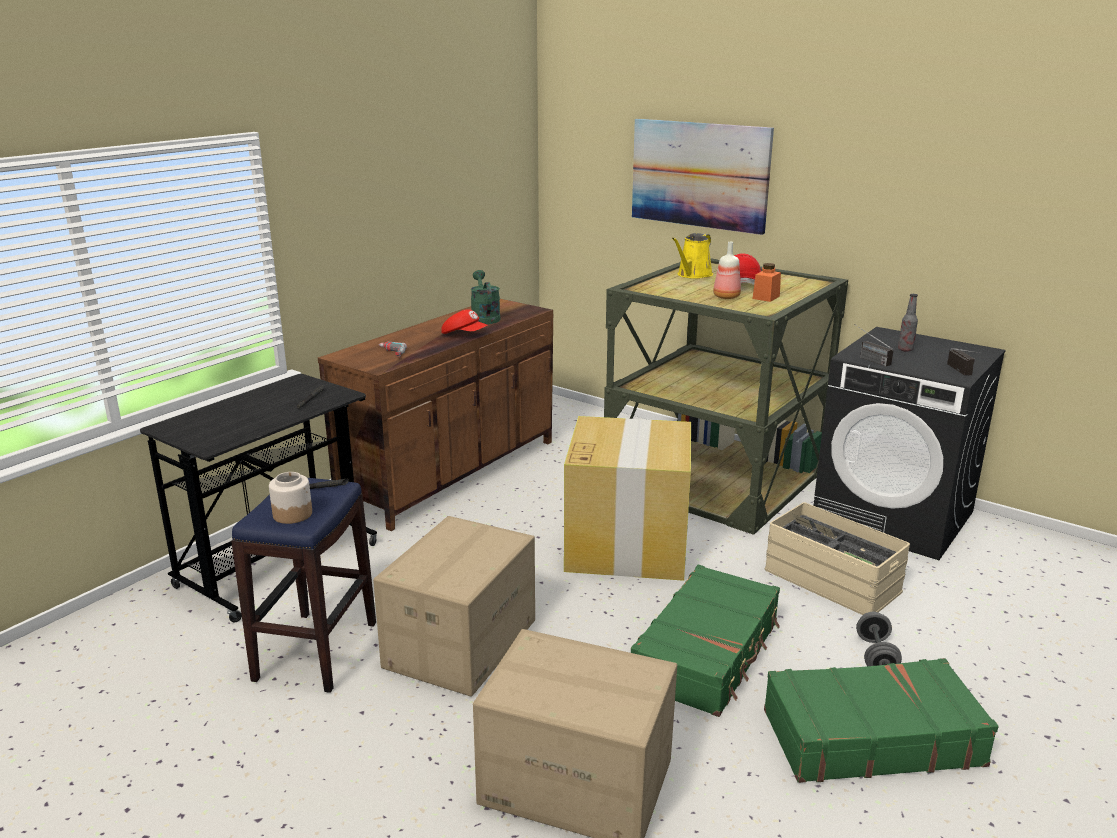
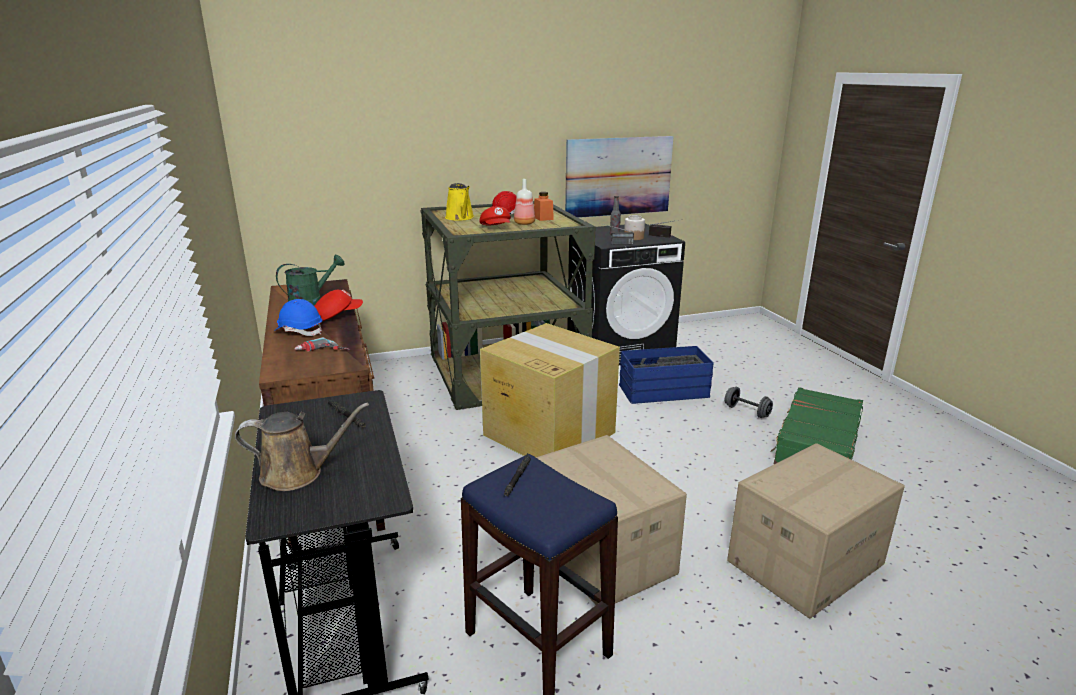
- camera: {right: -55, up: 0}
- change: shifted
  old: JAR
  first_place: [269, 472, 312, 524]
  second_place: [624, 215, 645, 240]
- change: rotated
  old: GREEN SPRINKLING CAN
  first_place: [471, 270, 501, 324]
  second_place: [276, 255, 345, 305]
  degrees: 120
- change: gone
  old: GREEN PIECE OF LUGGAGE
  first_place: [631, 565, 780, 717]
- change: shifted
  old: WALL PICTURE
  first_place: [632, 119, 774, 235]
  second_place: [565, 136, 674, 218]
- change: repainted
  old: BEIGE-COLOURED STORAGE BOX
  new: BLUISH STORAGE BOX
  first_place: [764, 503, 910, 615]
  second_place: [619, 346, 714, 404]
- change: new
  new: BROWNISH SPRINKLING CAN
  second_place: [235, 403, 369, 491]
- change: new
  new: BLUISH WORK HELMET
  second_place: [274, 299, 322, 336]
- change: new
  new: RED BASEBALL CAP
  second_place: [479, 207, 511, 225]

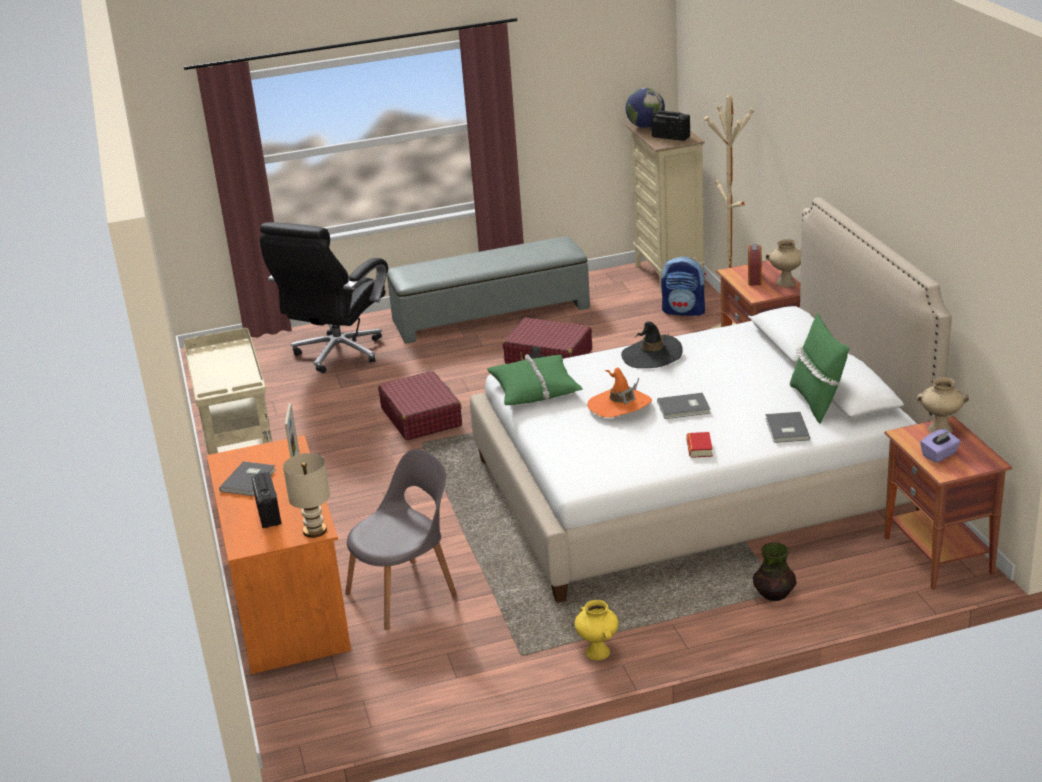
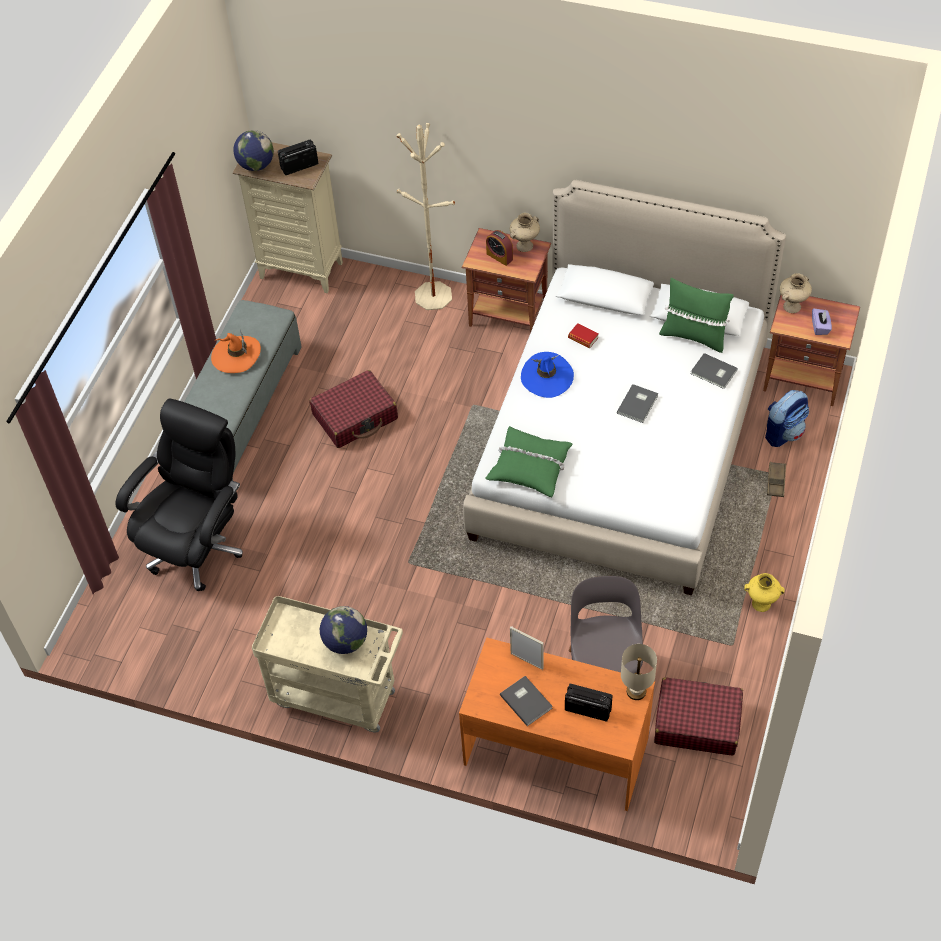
- camera: {right: -55, up: 25}
- change: rotated
  old: BLACKISH COMPUTER CHAIR
  first_place: [260, 222, 388, 373]
  second_place: [115, 399, 243, 591]
  degrees: -120
- change: shifted
  old: RED PIECE OF LUGGAGE
  first_place: [378, 371, 462, 440]
  second_place: [654, 677, 743, 756]
- change: shifted
  old: ORANGE WEARABLE HAT
  first_place: [587, 367, 652, 418]
  second_place: [211, 330, 261, 373]
- change: repainted
  old: BLACKISH WEARABLE HAT
  new: BLUISH WEARABLE HAT
  first_place: [621, 321, 683, 368]
  second_place: [521, 352, 574, 398]
- change: shifted
  old: RUCKSACK
  first_place: [661, 256, 706, 316]
  second_place: [765, 390, 809, 447]
- change: shifted
  old: VOLUME
  first_place: [686, 432, 713, 458]
  second_place: [568, 323, 599, 348]
- change: swapped
  old: DECORATIVE VASE
  new: BROWNISH CARRYING TRAY
  first_place: [753, 542, 796, 601]
  second_place: [767, 462, 786, 497]
- change: new
  new: GLOBE
  second_place: [320, 606, 367, 654]

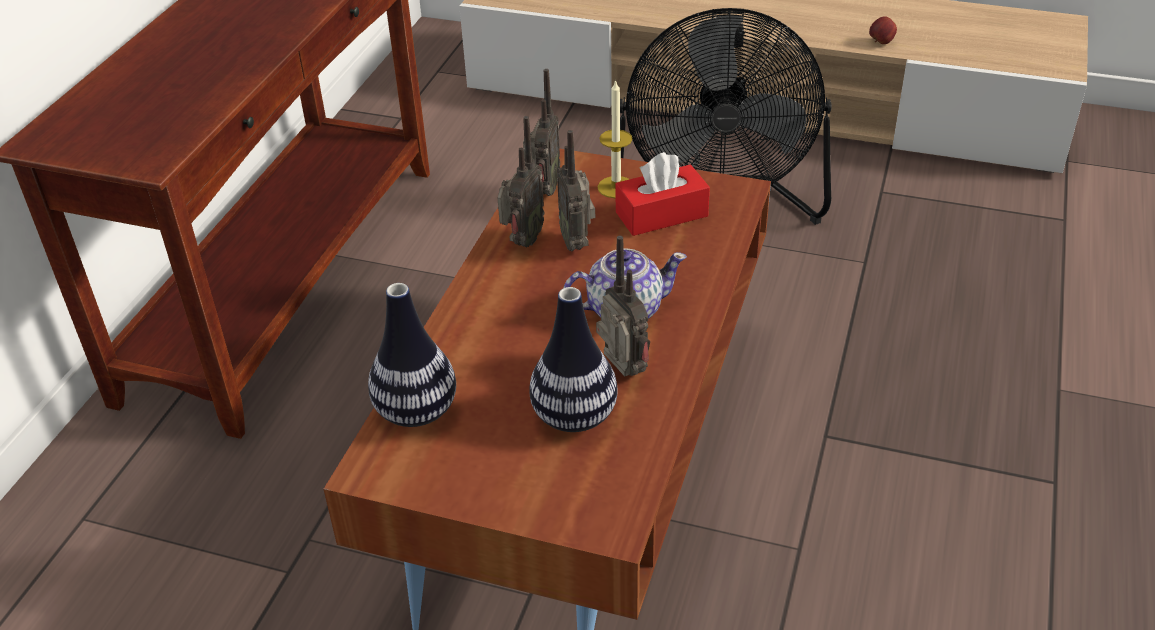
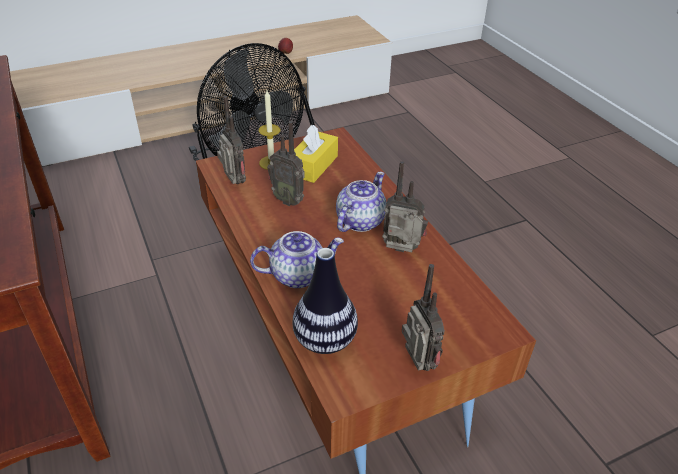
- camera: {right: -45, up: 0}
- change: shifted
  old: RADIO SET
  first_place: [498, 116, 544, 247]
  second_place: [402, 264, 445, 371]
- change: gone
  old: DECORATIVE VASE
  first_place: [529, 287, 617, 432]
- change: repainted
  old: RED TISSUE HOLDER
  new: YELLOWISH TISSUE HOLDER
  first_place: [615, 152, 710, 236]
  second_place: [294, 125, 338, 183]
- change: new
  new: TEAPOT
  second_place: [250, 231, 344, 288]

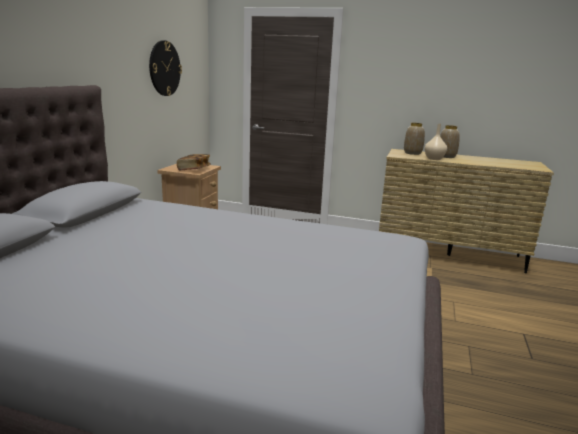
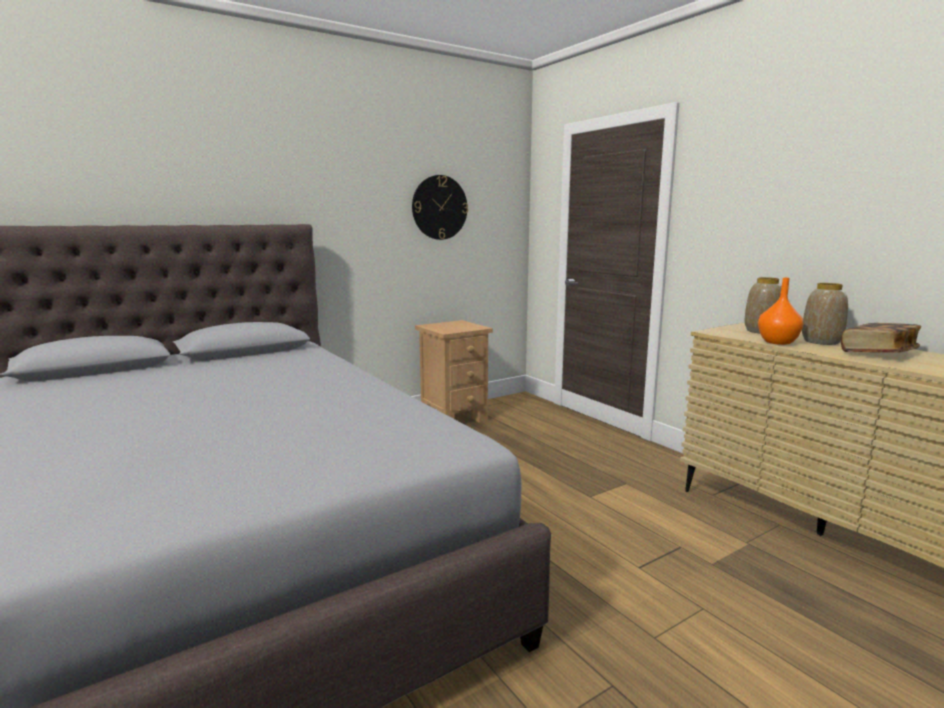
- camera: {right: 40, up: -5}
- change: shifted
  old: VOLUME
  first_place: [177, 154, 211, 170]
  second_place: [841, 323, 921, 353]
- change: repainted
  old: BEIGE-COLOURED DECORATIVE VASE
  new: ORANGE DECORATIVE VASE
  first_place: [425, 124, 447, 160]
  second_place: [758, 277, 803, 345]

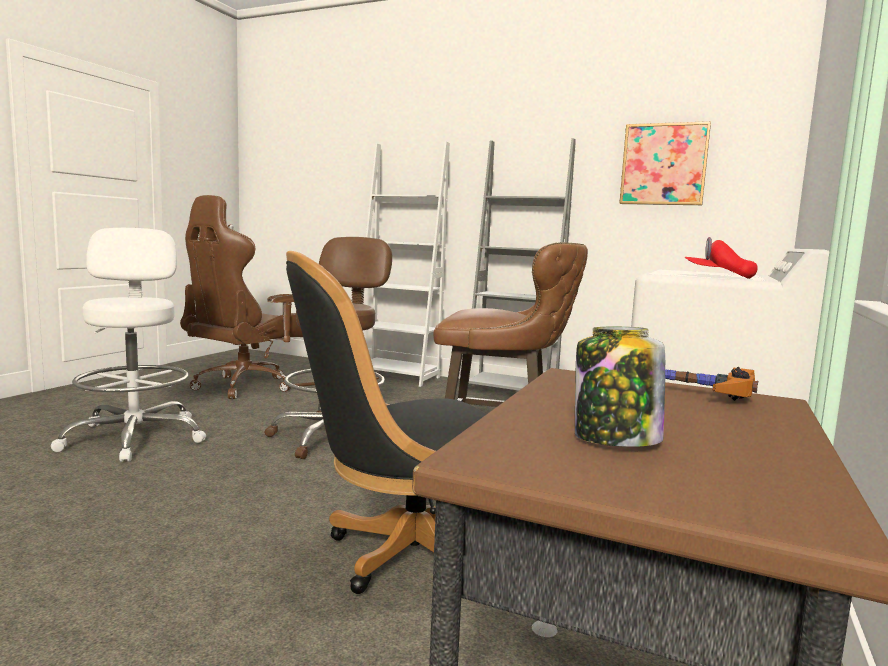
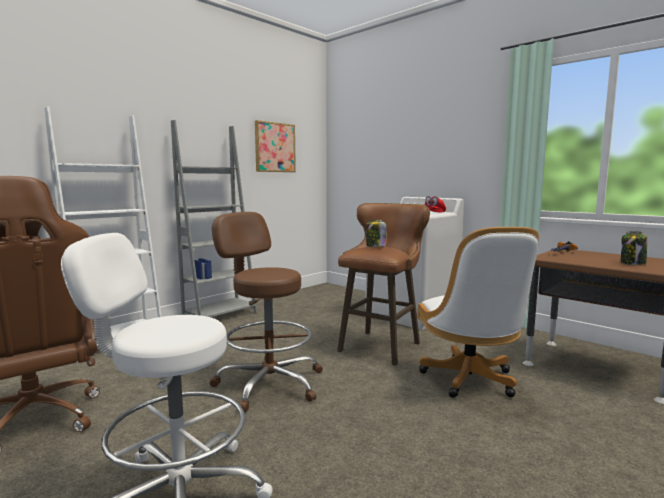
- camera: {right: -70, up: 0}
- change: repainted
  old: BLACKISH COMPUTER CHAIR
  new: WHITE COMPUTER CHAIR
  first_place: [286, 251, 486, 594]
  second_place: [417, 227, 539, 398]
- change: new
  new: JAR
  second_place: [366, 220, 387, 247]

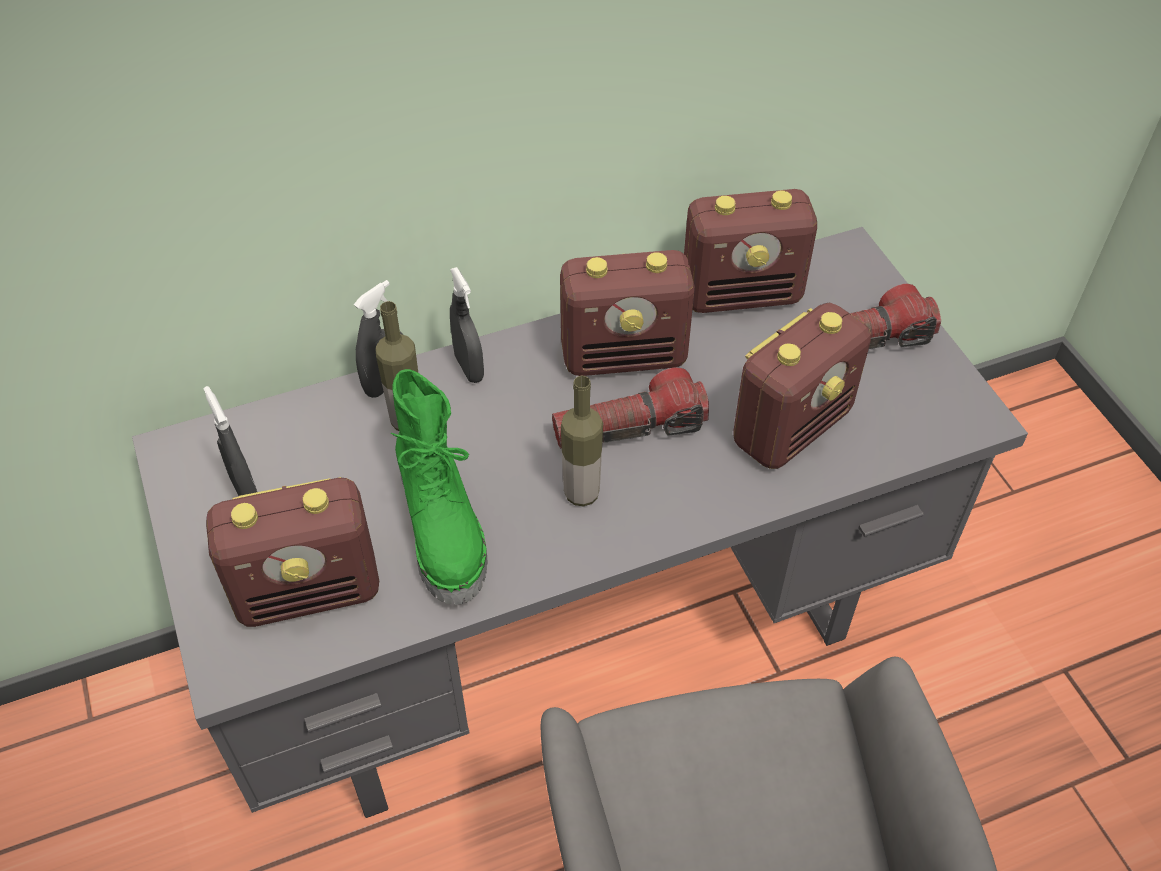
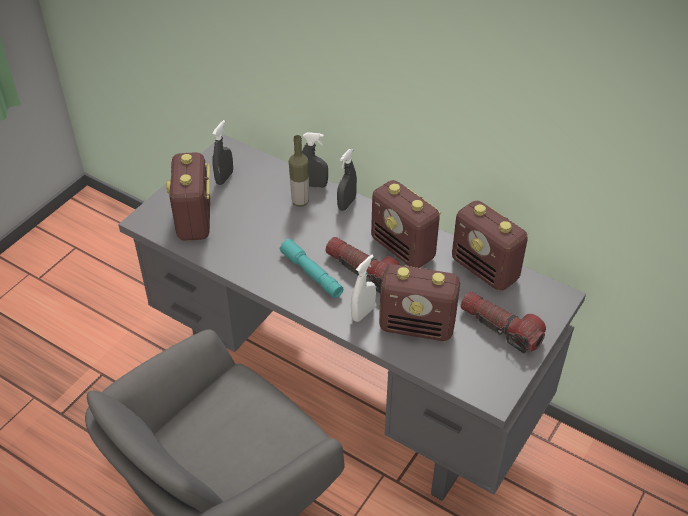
- camera: {right: 55, up: -5}
- change: rotated
  old: RADIO SET
  first_place: [206, 477, 379, 627]
  second_place: [166, 152, 210, 241]
  degrees: 45
- change: gone
  old: GREEN BOOT
  first_place: [391, 369, 487, 605]
- change: swapped
  old: BEVERAGE BOTTLE
  new: BLUE-GREEN HAND TORCH
  first_place: [561, 375, 603, 507]
  second_place: [280, 239, 343, 298]
- change: new
  new: WHITE SPRAY BOTTLE
  second_place: [351, 255, 376, 322]

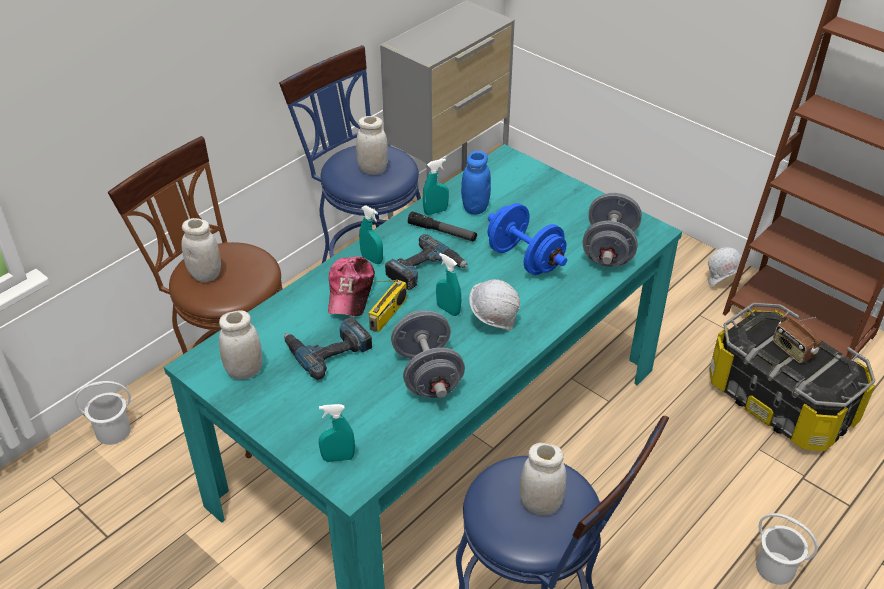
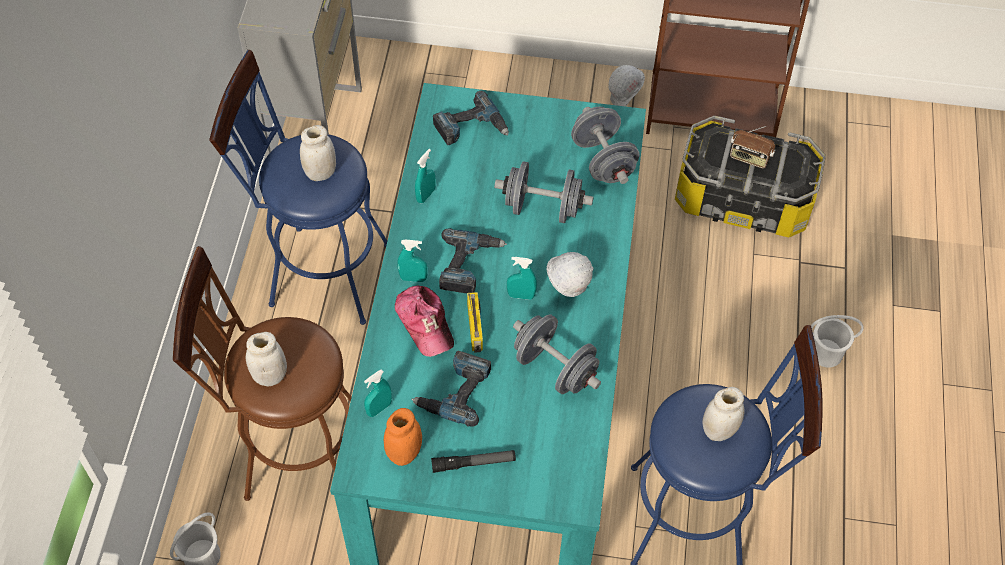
- camera: {right: -35, up: 15}
- change: repainted
  old: WHITE JAR
  new: ORANGE JAR
  first_place: [219, 310, 262, 380]
  second_place: [384, 408, 422, 466]
- change: shifted
  old: BLUE-GREEN SPRAY BOTTLE
  first_place: [319, 404, 355, 462]
  second_place: [364, 369, 392, 417]
- change: shifted
  old: HAND TORCH
  first_place: [408, 211, 477, 242]
  second_place: [431, 450, 516, 473]
- change: gone
  old: BLUISH JAR
  first_place: [461, 151, 491, 215]
- change: repainted
  old: BLUISH HAND WEIGHT
  new: GRAY HAND WEIGHT
  first_place: [488, 203, 567, 275]
  second_place: [494, 161, 593, 223]
- change: new
  new: DRILL
  second_place: [433, 91, 509, 145]

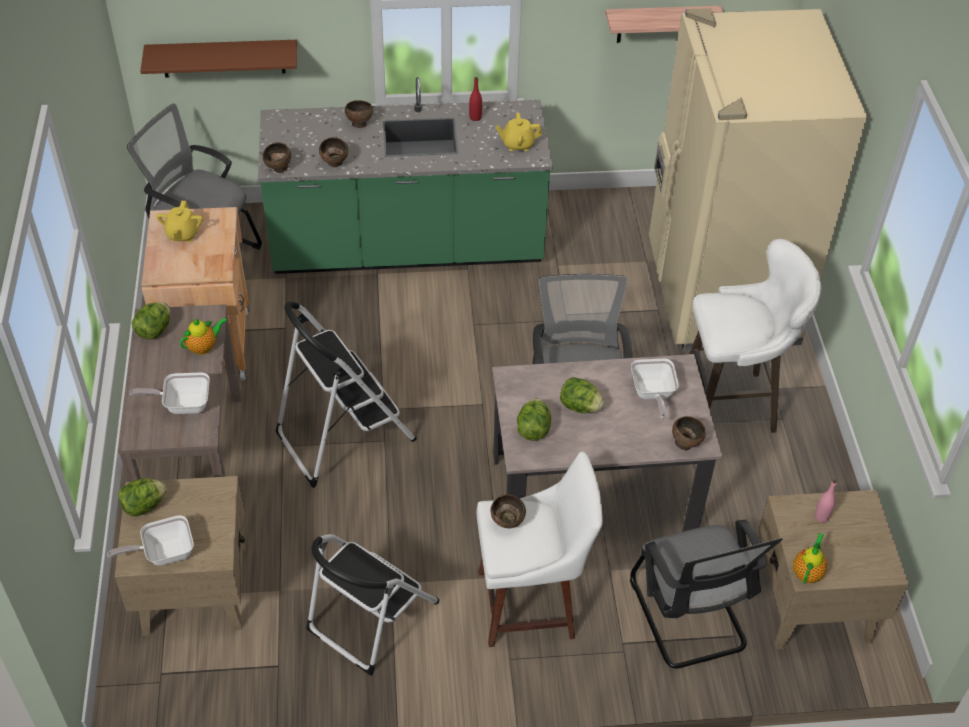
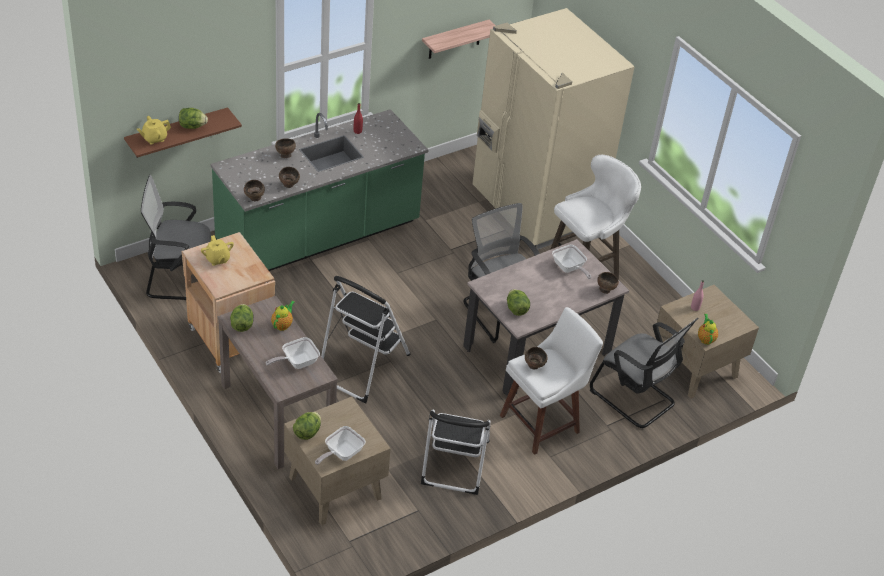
- camera: {right: -30, up: -5}
- change: shifted
  old: YELLOWISH TEAPOT
  first_place: [496, 113, 542, 151]
  second_place: [137, 116, 171, 145]
- change: shifted
  old: LETTUCE HEAD
  first_place: [560, 377, 604, 413]
  second_place: [179, 108, 208, 129]

